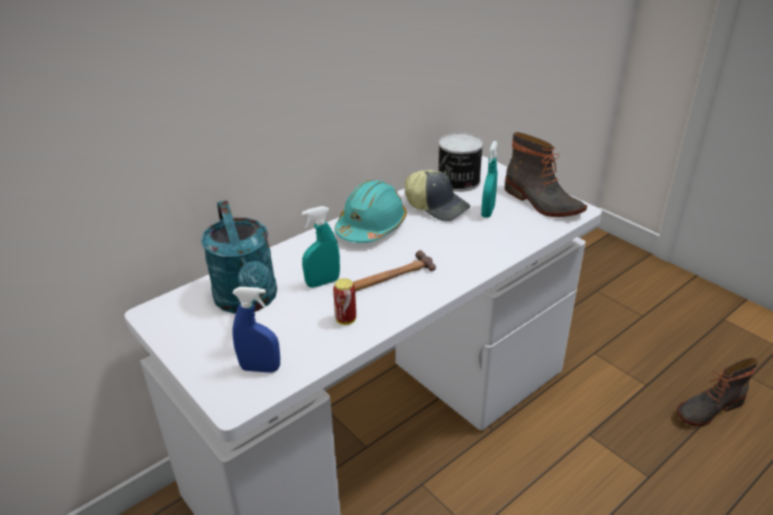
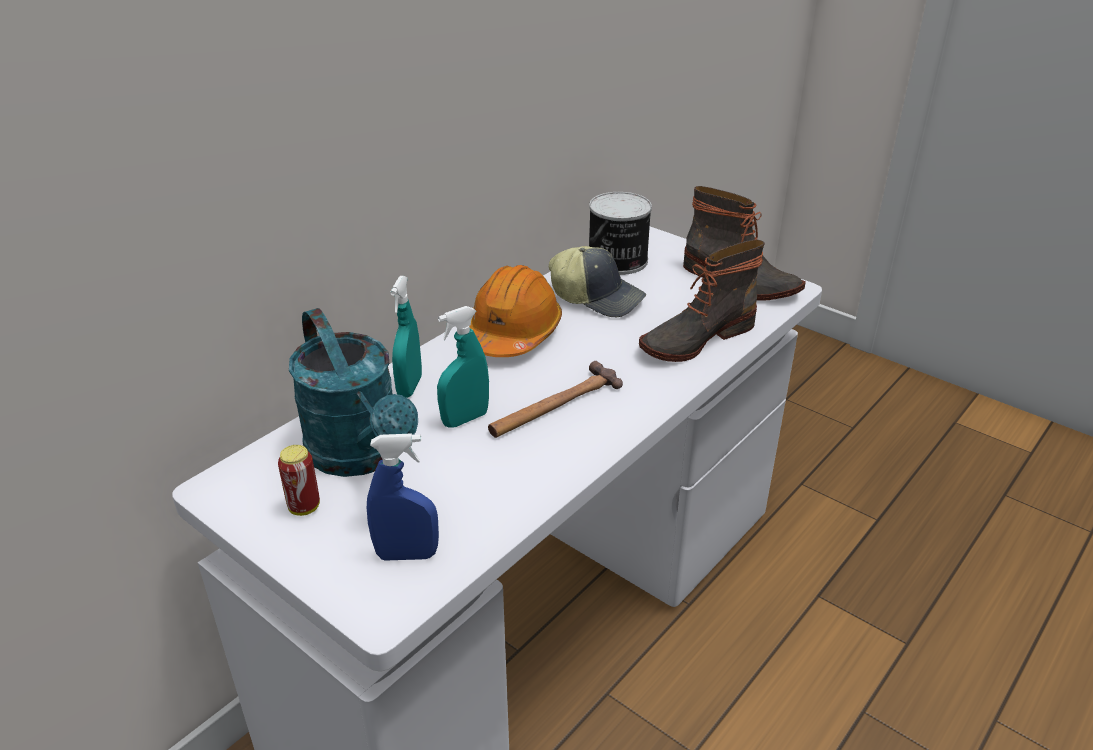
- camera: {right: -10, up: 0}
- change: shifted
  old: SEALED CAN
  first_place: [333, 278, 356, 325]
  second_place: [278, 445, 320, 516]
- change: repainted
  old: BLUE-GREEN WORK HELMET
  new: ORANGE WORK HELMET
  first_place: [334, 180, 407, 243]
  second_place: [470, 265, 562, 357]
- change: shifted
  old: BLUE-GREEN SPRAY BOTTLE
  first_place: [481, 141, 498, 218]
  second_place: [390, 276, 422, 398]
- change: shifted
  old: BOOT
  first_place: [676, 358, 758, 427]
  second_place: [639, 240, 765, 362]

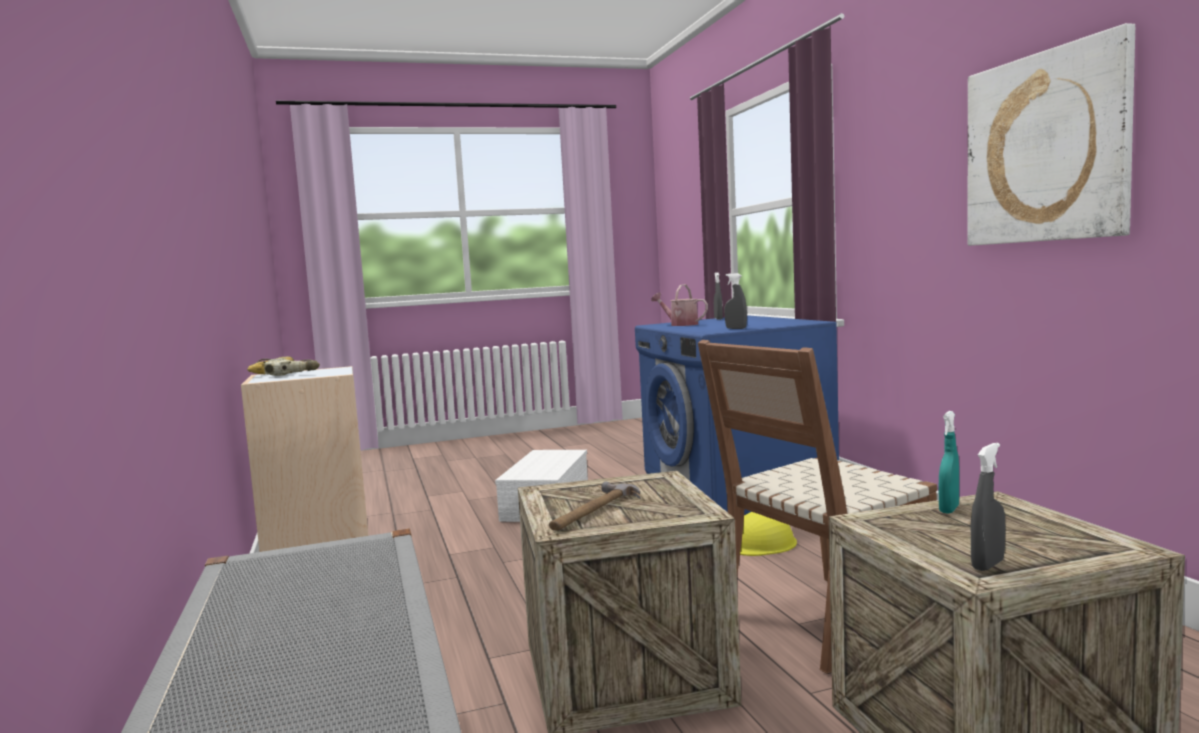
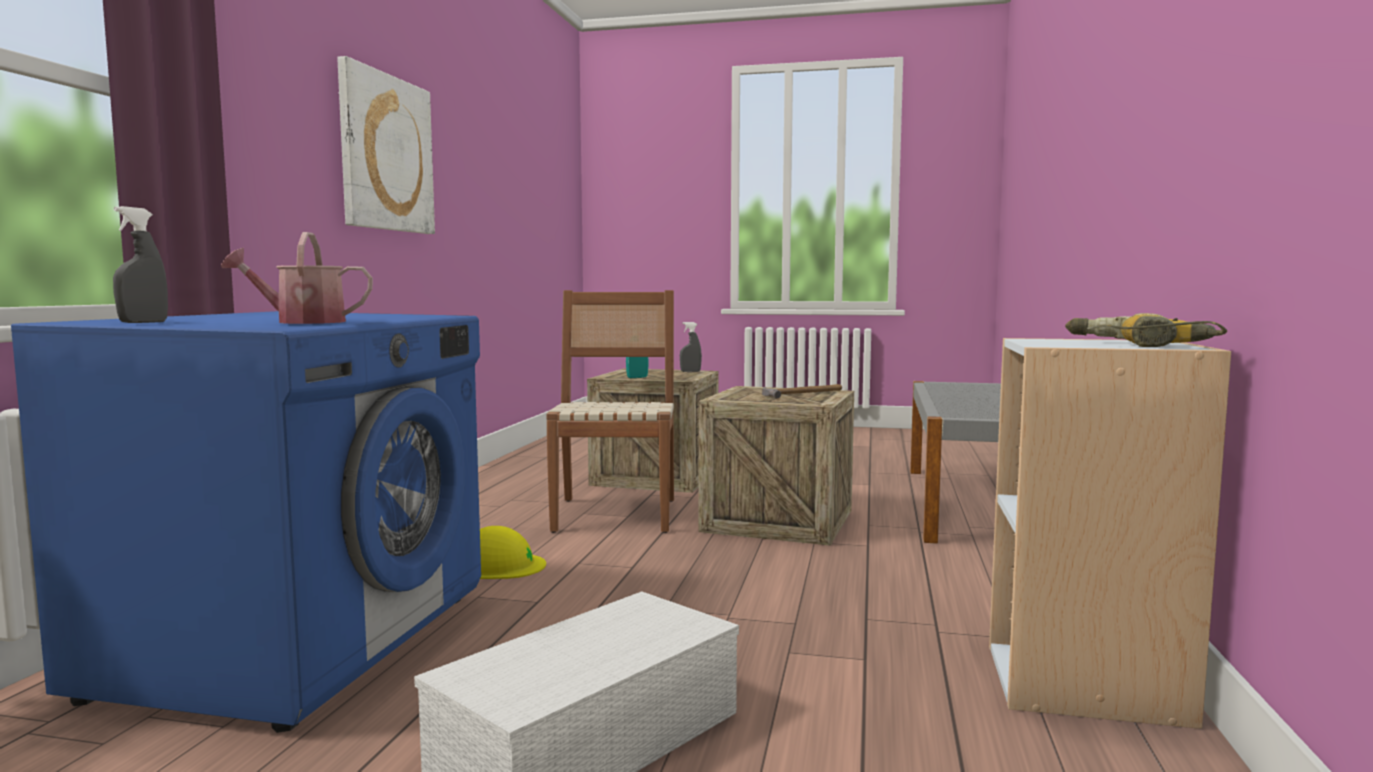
- camera: {right: -150, up: 0}
- change: rotated
  old: SPRINKLING CAN
  first_place: [651, 284, 708, 326]
  second_place: [221, 232, 373, 324]
  degrees: 105
- change: rotated
  old: CHAIR
  first_place: [698, 340, 937, 674]
  second_place: [546, 290, 674, 533]
  degrees: -90
- change: gone
  old: GRAY SPRAY BOTTLE
  first_place: [724, 273, 747, 329]

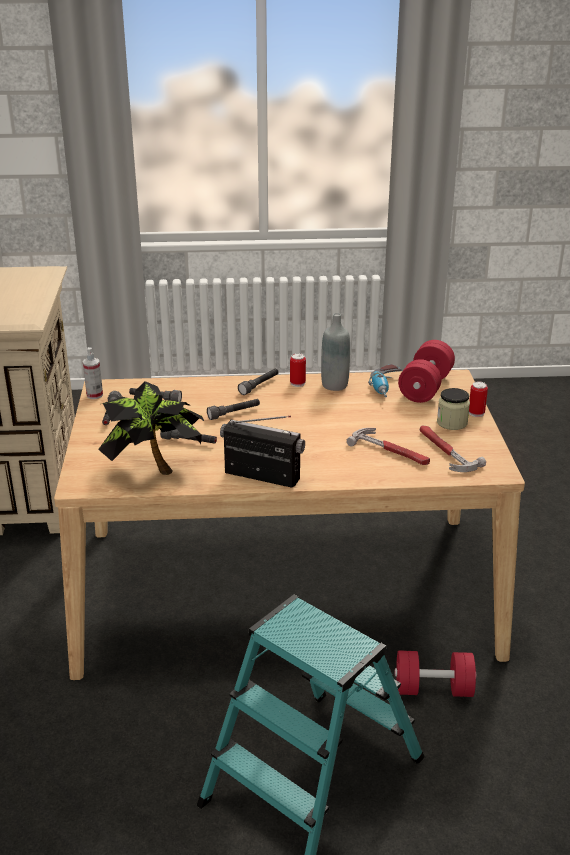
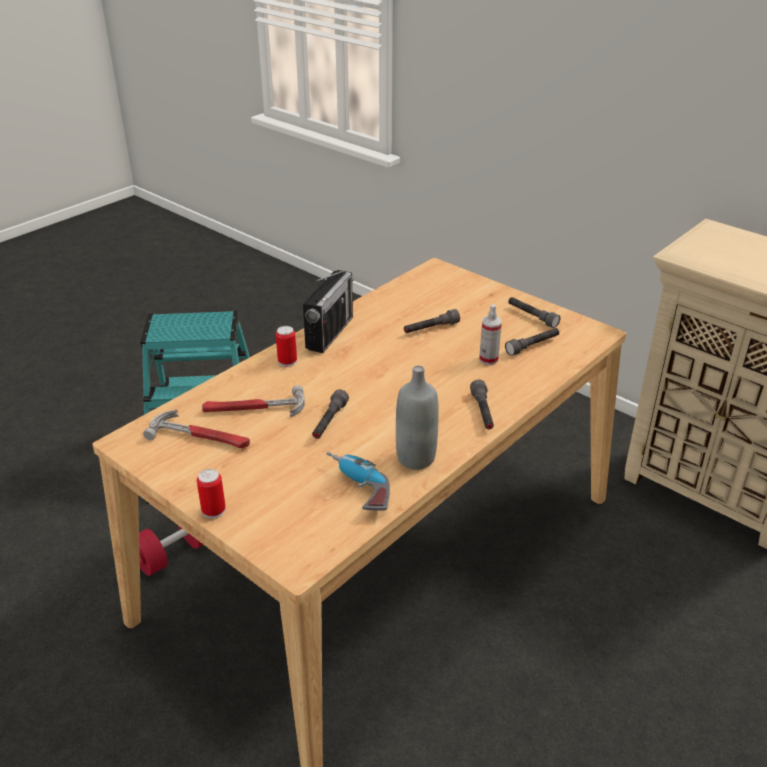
- camera: {right: 135, up: 5}
- change: shifted
  old: SPRAY BOTTLE
  first_place: [83, 347, 103, 399]
  second_place: [479, 305, 502, 365]
- change: gone
  old: PLANT IN A POT
  first_place: [98, 381, 204, 475]
- change: shifted
  old: GRAY HAND TORCH
  first_place: [207, 399, 260, 420]
  second_place: [312, 389, 349, 439]
- change: rotated
  old: RADIO SET
  first_place: [220, 416, 305, 488]
  second_place: [303, 270, 354, 353]
  degrees: -45
- change: shifted
  old: SEALED CAN
  first_place: [290, 353, 306, 387]
  second_place: [276, 326, 297, 367]
- change: gone
  old: RED HAND WEIGHT
  first_place: [398, 340, 455, 403]
- change: gone
  old: JAR
  first_place: [437, 388, 470, 430]

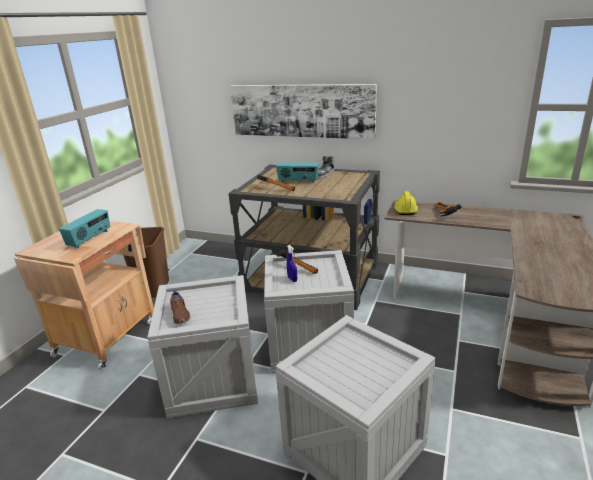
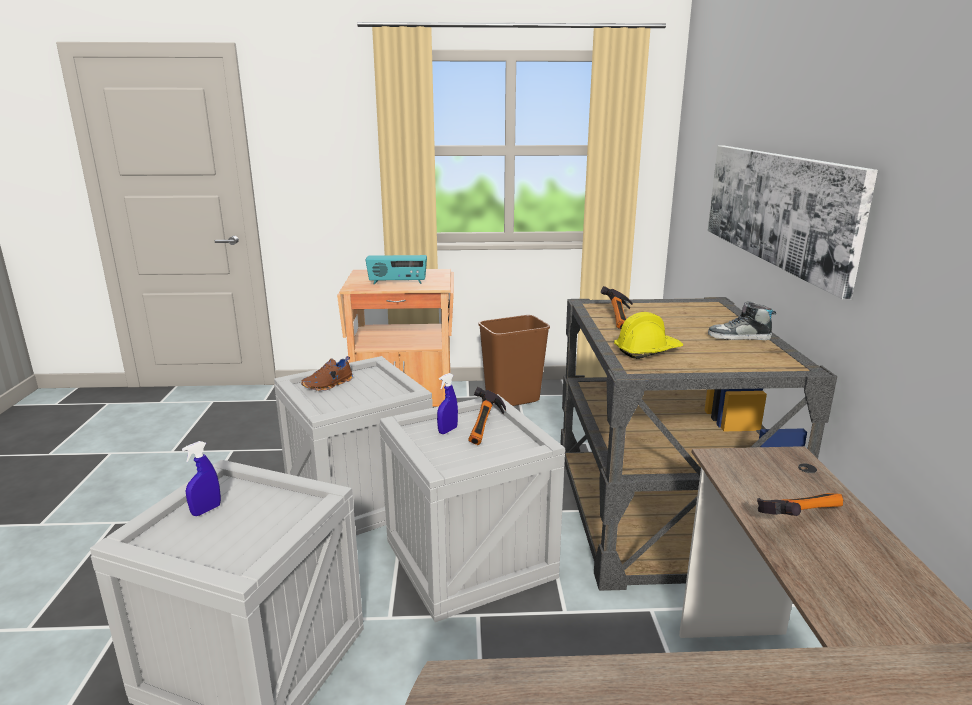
- camera: {right: 65, up: -5}
- change: gone
  old: RADIO SET
  first_place: [276, 162, 319, 183]
- change: shifted
  old: YELLOWISH WORK HELMET
  first_place: [394, 191, 418, 215]
  second_place: [614, 312, 683, 359]
- change: new
  new: BLUISH SPRAY BOTTLE
  second_place: [182, 441, 221, 516]

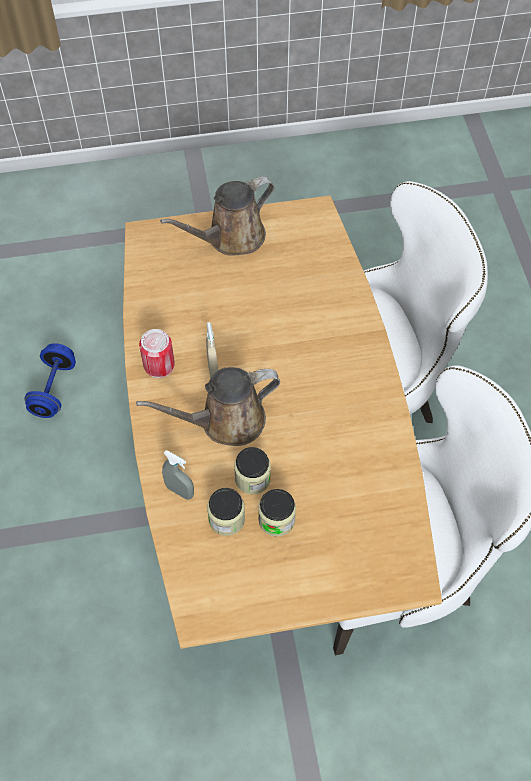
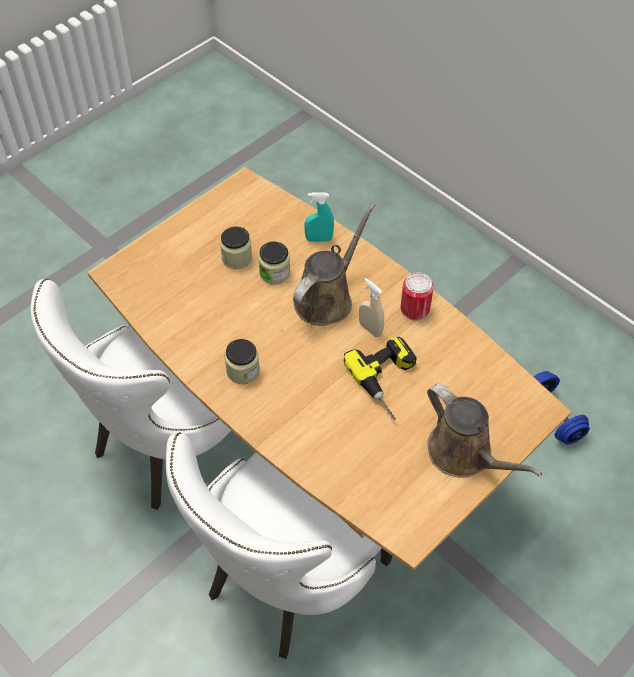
- camera: {right: 145, up: -5}
- change: rotated
  old: BROWNISH SPRINKLING CAN
  first_place: [160, 176, 274, 256]
  second_place: [427, 383, 542, 477]
  degrees: 120
- change: repainted
  old: GRAY SPRAY BOTTLE
  new: BLUE-GREEN SPRAY BOTTLE
  first_place: [162, 450, 194, 500]
  second_place: [304, 192, 334, 242]
- change: shifted
  old: JAR
  first_place: [207, 488, 245, 536]
  second_place: [225, 339, 260, 384]
- change: new
  new: DRILL
  second_place: [344, 337, 417, 420]

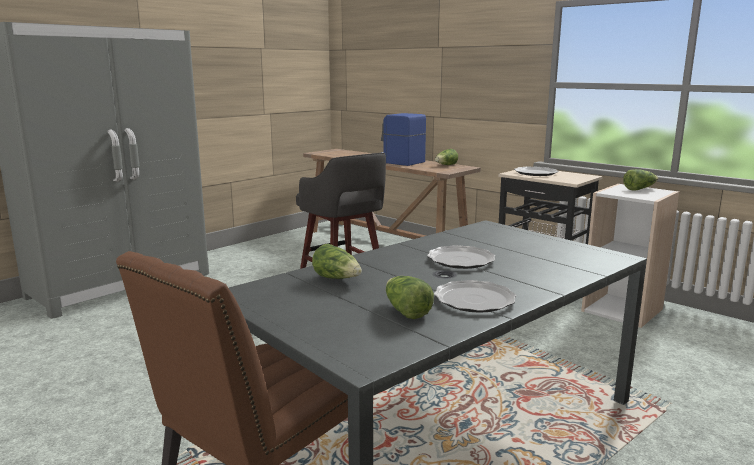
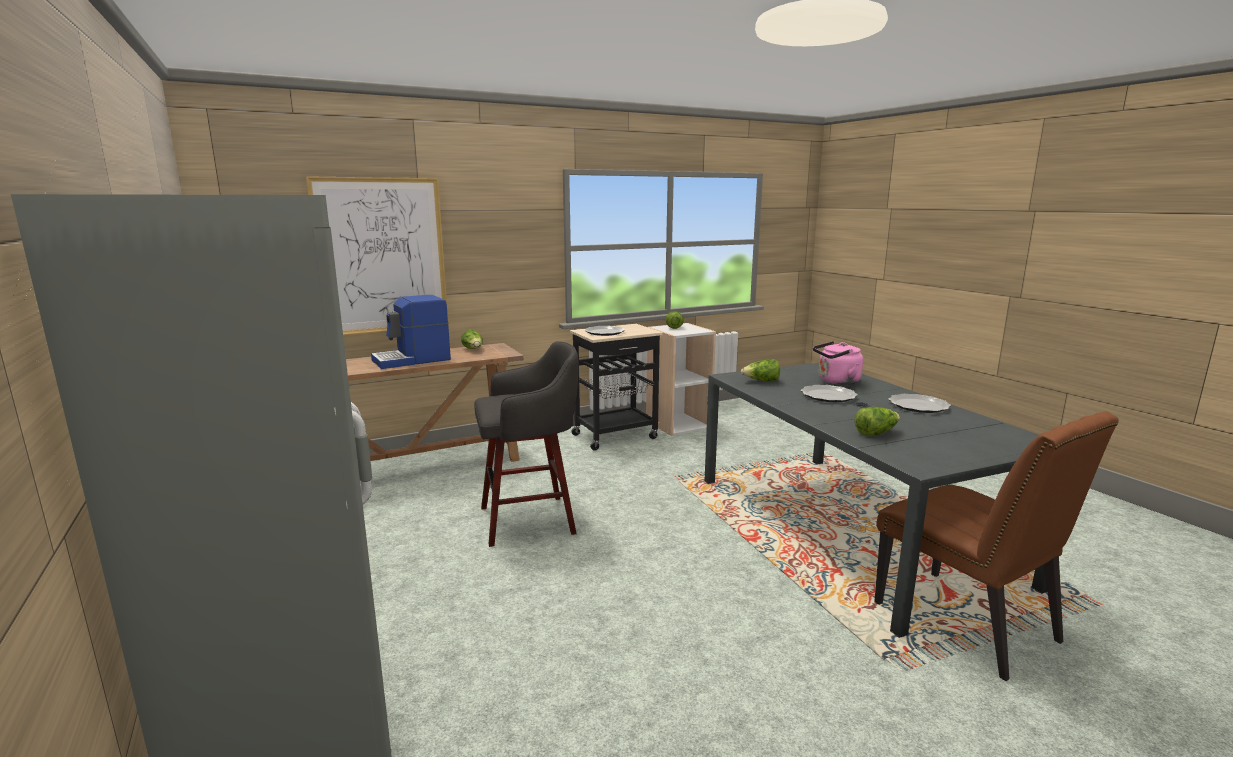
- camera: {right: -70, up: 0}
- change: shifted
  old: LETTUCE HEAD
  first_place: [386, 276, 434, 319]
  second_place: [741, 359, 780, 381]
- change: new
  new: WALL PICTURE
  second_place: [306, 176, 449, 336]
- change: new
  new: PINK WATER KETTLE
  second_place: [813, 341, 863, 385]

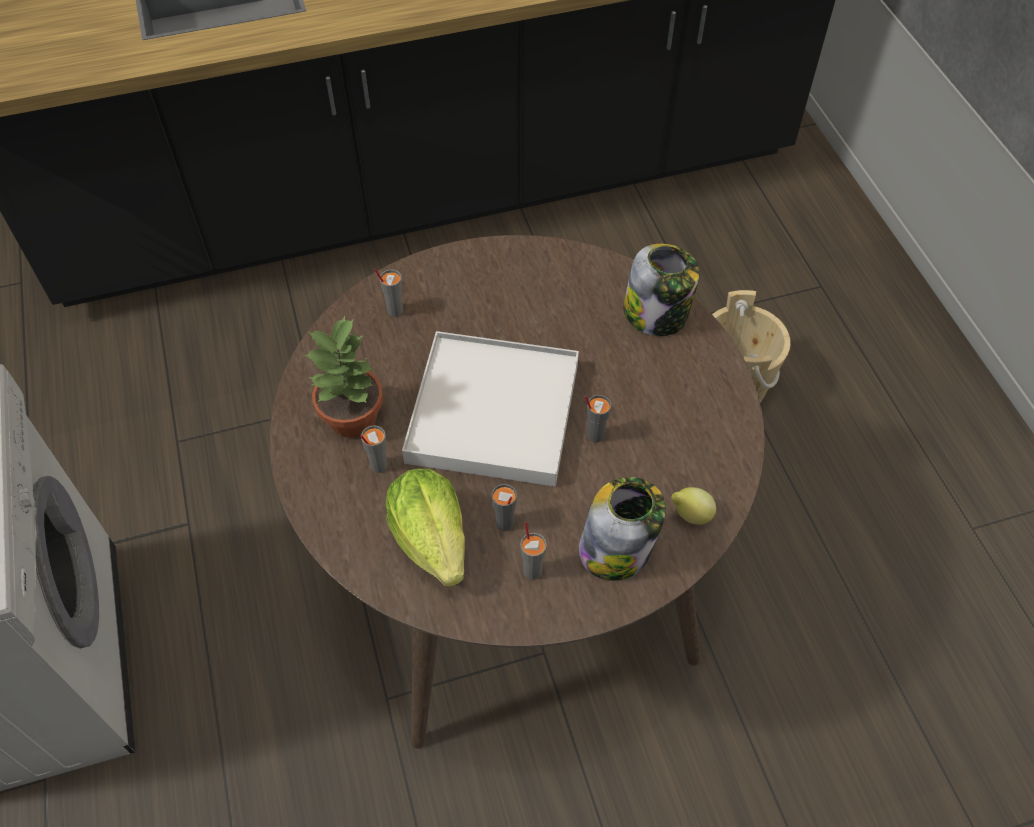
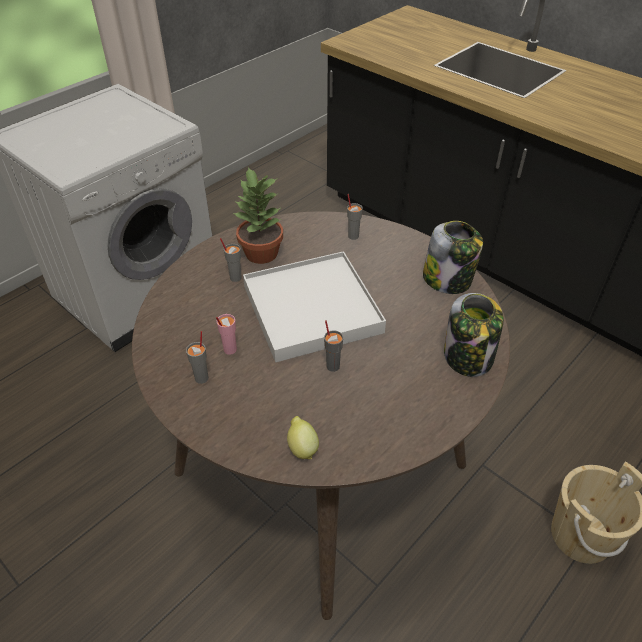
- camera: {right: 60, up: -10}
- change: gone
  old: LETTUCE HEAD
  first_place: [386, 469, 465, 587]
- change: repainted
  old: GRAY CUP
  new: PINK CUP
  first_place: [492, 484, 517, 531]
  second_place: [216, 314, 237, 355]
- change: shifted
  old: JAR
  first_place: [579, 477, 666, 581]
  second_place: [423, 221, 483, 294]

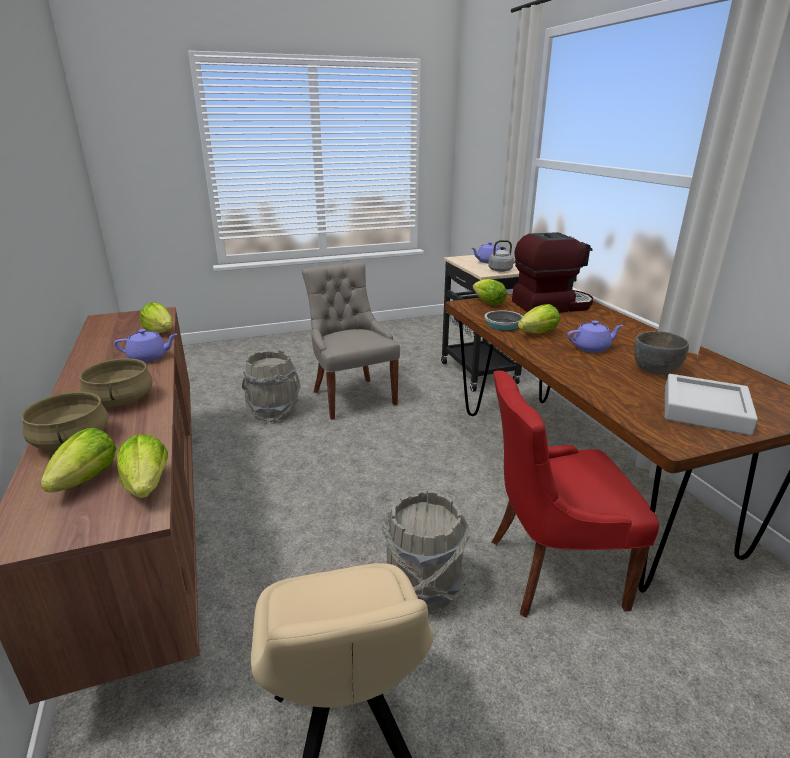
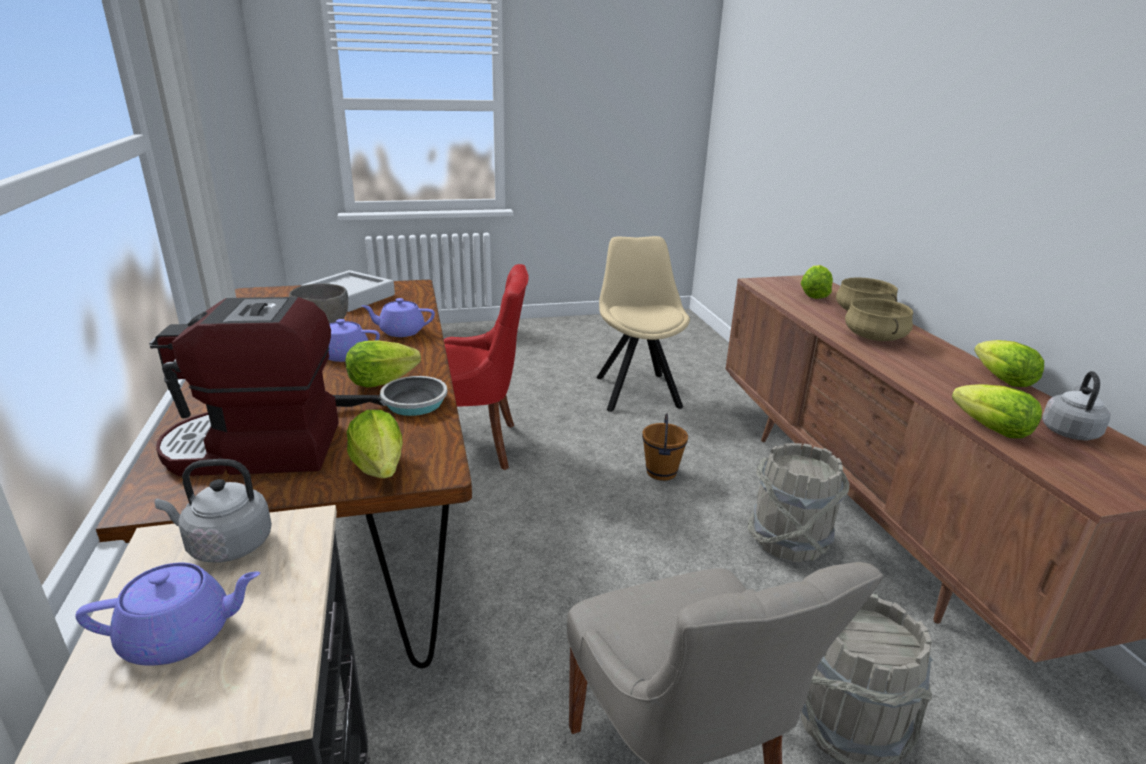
- camera: {right: -175, up: 0}
- change: shifted
  old: PURPLE-COLOURED TEAPOT
  first_place: [114, 329, 177, 362]
  second_place: [361, 298, 435, 337]
- change: shifted
  old: LETTUCE HEAD
  first_place: [116, 435, 168, 498]
  second_place: [974, 340, 1044, 387]
- change: shifted
  old: GRAY WATER BUCKET
  first_place: [381, 490, 470, 613]
  second_place: [748, 443, 849, 562]
- change: new
  new: BROWNISH WATER BUCKET
  second_place: [642, 413, 688, 481]
- change: new
  new: GRAY WATER KETTLE
  second_place: [1042, 371, 1110, 440]

